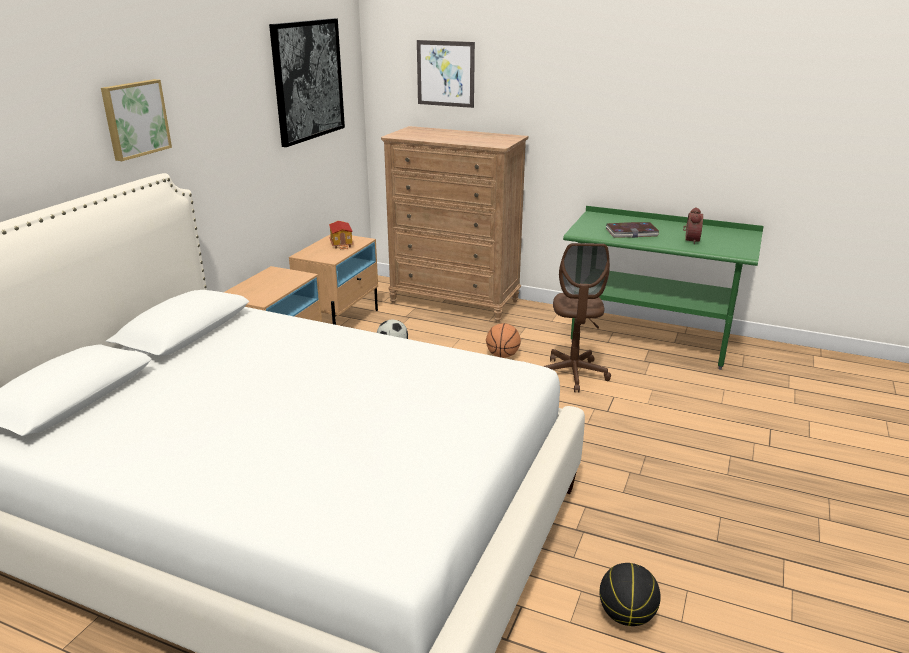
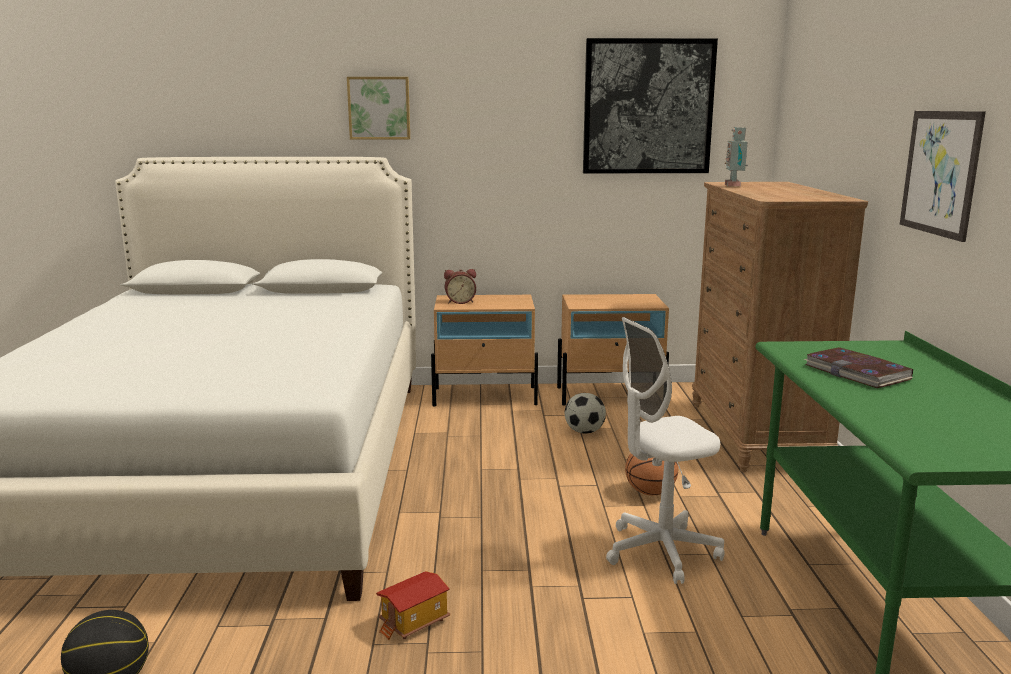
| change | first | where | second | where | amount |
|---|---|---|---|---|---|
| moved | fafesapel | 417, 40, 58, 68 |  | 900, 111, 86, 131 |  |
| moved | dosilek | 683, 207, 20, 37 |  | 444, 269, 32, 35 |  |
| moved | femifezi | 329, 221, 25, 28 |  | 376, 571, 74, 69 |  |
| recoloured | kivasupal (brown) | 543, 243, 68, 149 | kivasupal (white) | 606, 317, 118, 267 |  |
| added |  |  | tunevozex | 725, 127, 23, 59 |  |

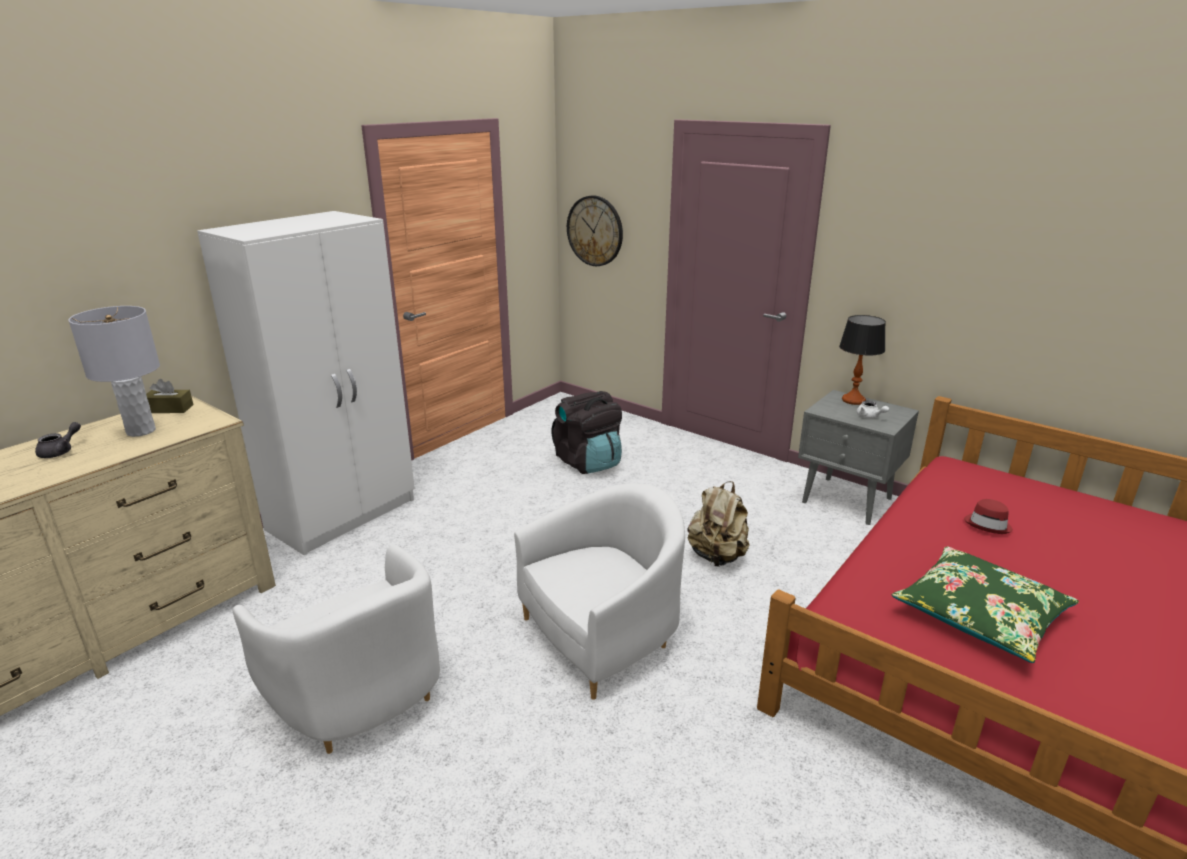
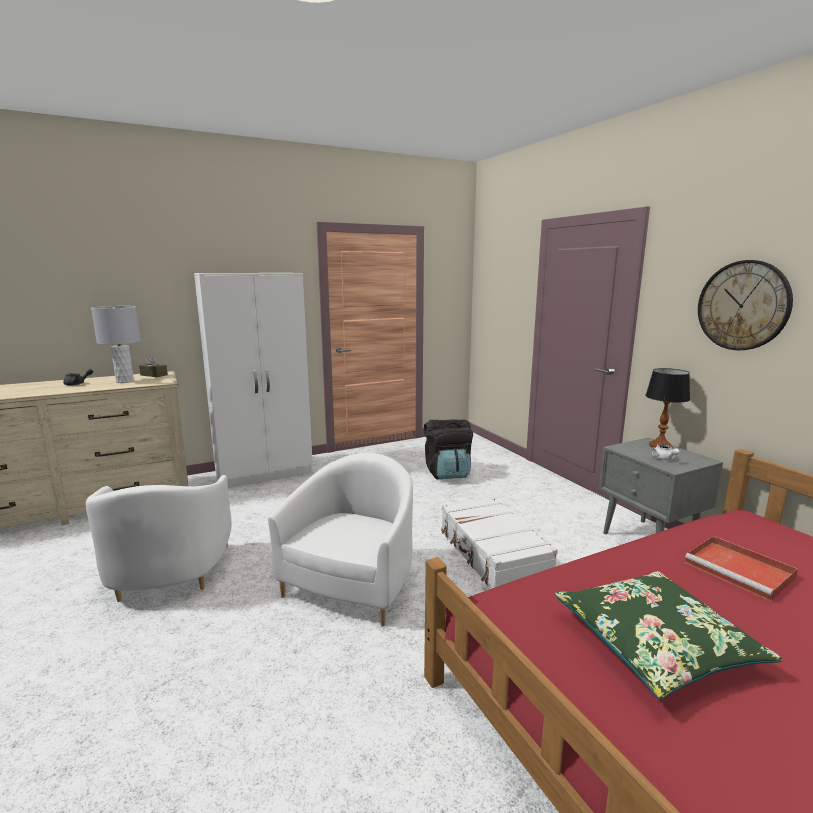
| change | first | where | second | where | amount |
|---|---|---|---|---|---|
| moved | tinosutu | 567, 196, 56, 70 |  | 698, 260, 95, 90 |  |
| replaced | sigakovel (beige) | 687, 481, 63, 86 | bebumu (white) | 441, 497, 117, 92 |  |
| turned | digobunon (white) | 514, 483, 171, 217 |  | 268, 453, 145, 174 | 60 degrees counterclockwise |
| replaced | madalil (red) | 964, 499, 49, 35 | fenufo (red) | 685, 536, 113, 66 |  |

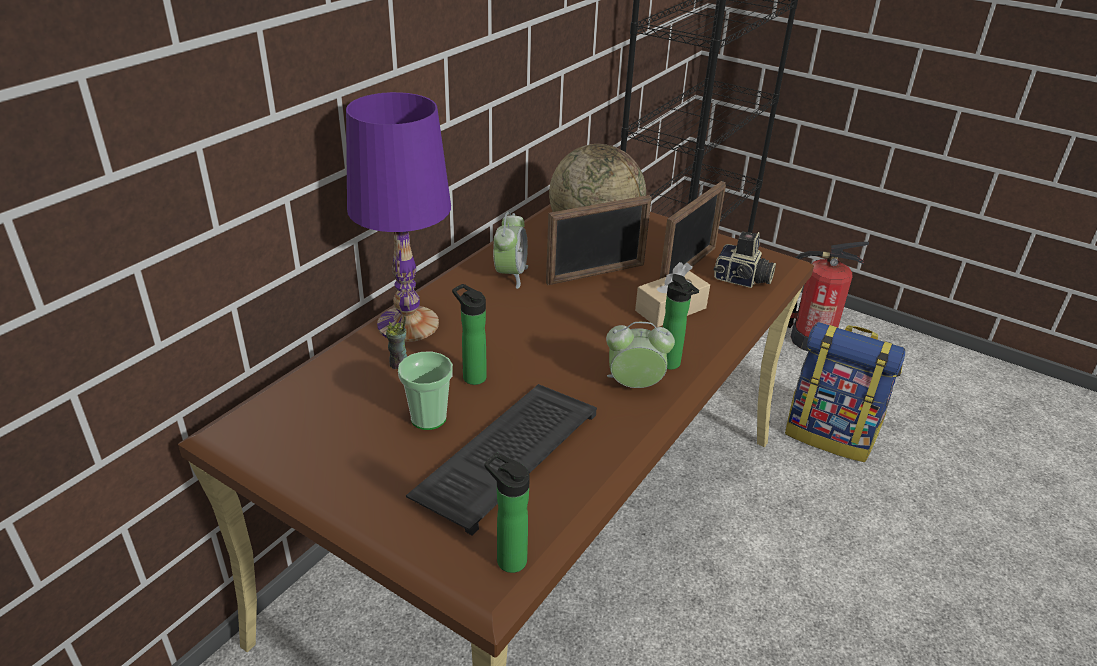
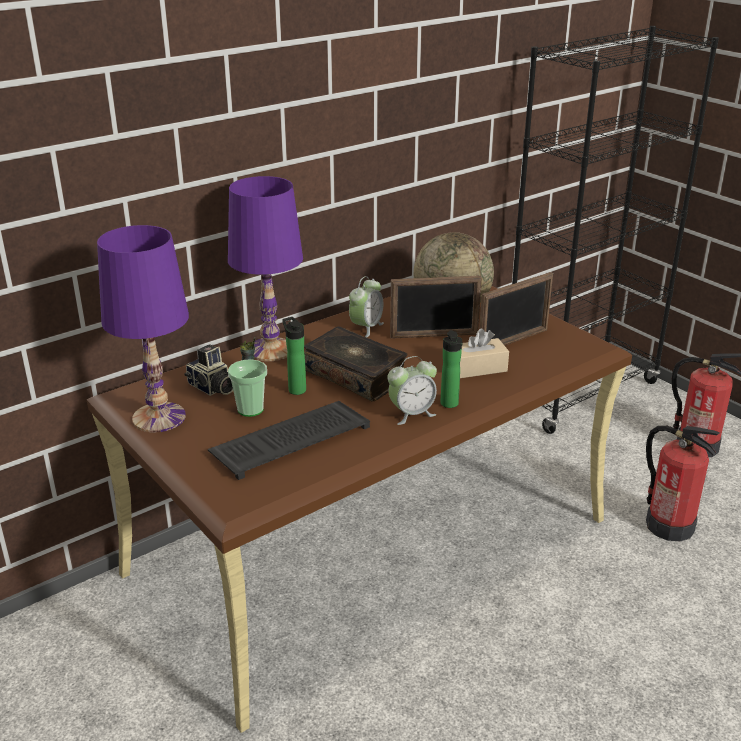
| change | first | where | second | where | amount |
|---|---|---|---|---|---|
| moved | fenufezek | 714, 231, 62, 57 |  | 184, 344, 49, 52 |  |
| turned | dosilek | 606, 322, 69, 66 |  | 387, 356, 50, 69 | 135 degrees clockwise |
| replaced | sigakovel | 785, 322, 120, 140 | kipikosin | 646, 426, 74, 115 |  |
| removed | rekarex | 484, 453, 46, 120 |  |  |  |
| added |  |  | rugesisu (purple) | 97, 225, 92, 207 |  |
| added |  |  | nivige | 304, 326, 103, 76 |  |

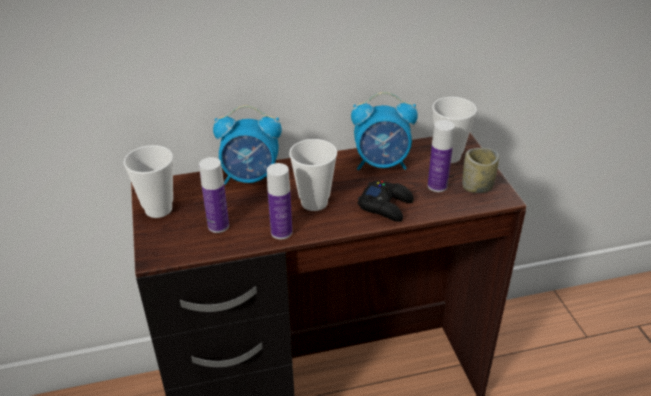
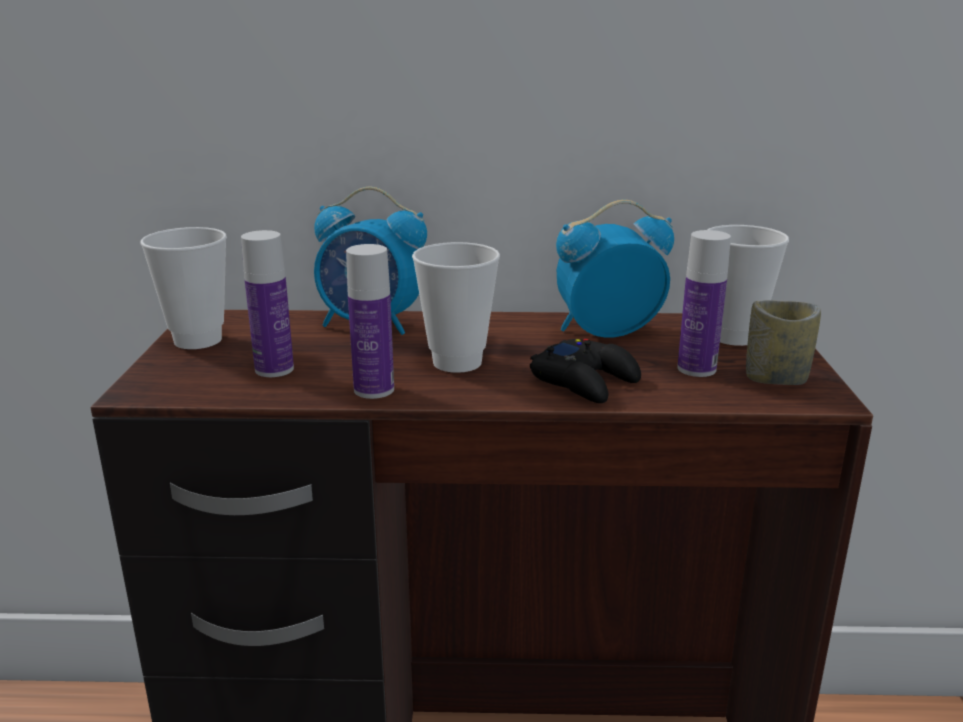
| change | first | where | second | where | amount |
|---|---|---|---|---|---|
| turned | dosilek | 351, 92, 67, 78 |  | 556, 200, 118, 137 | 150 degrees clockwise |

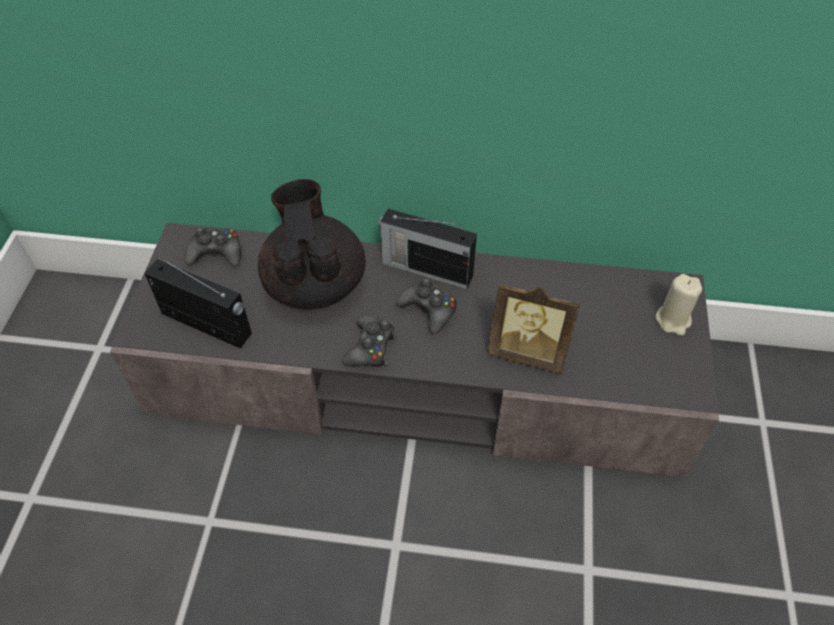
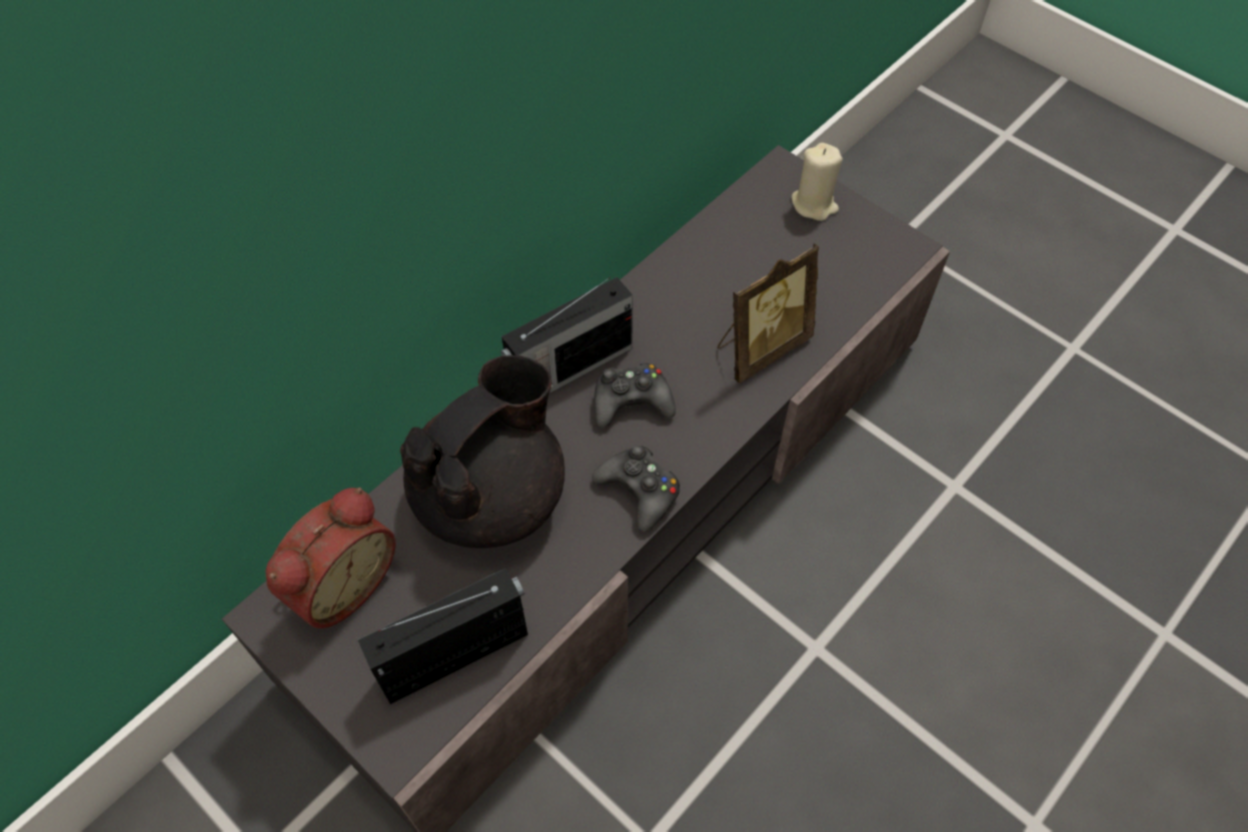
| change | first | where | second | where | amount |
|---|---|---|---|---|---|
| turned | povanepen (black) | 258, 179, 108, 130 |  | 400, 355, 165, 193 | 105 degrees clockwise |
| replaced | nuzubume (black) | 185, 227, 56, 39 | dosilek | 266, 487, 130, 142 |  |

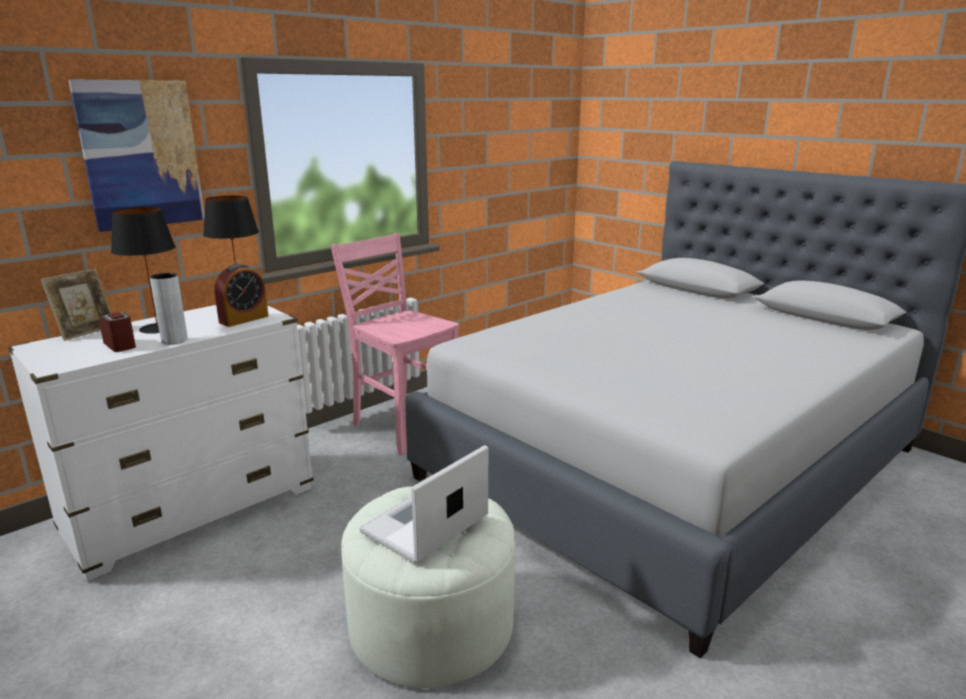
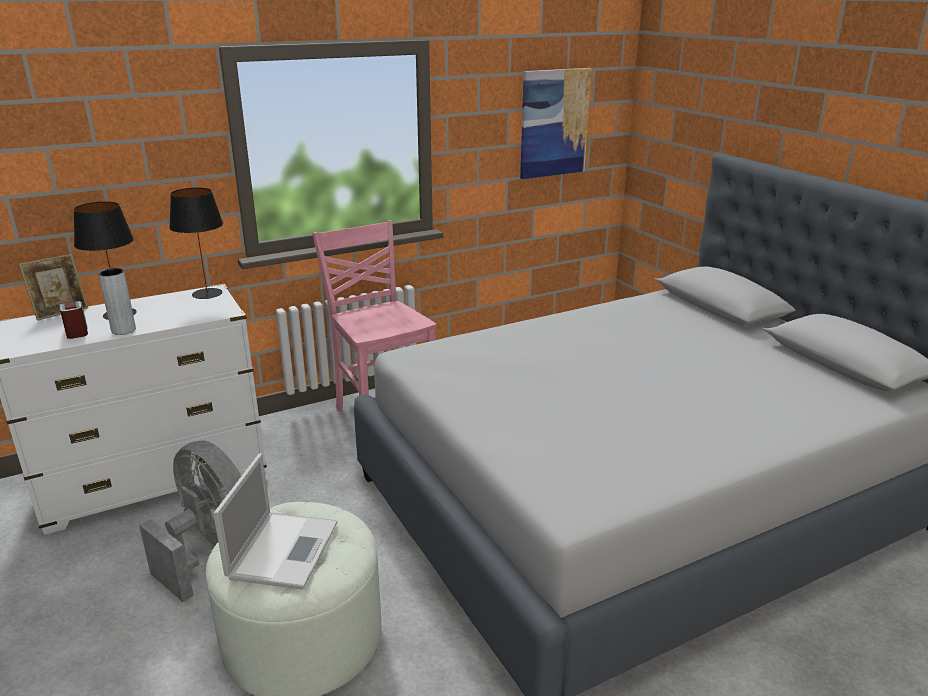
| change | first | where | second | where | amount |
|---|---|---|---|---|---|
| moved | fafesapel | 68, 79, 137, 153 |  | 520, 68, 71, 111 |  |
| removed | dosilek | 214, 264, 54, 63 |  |  |  |
| turned | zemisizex | 359, 445, 129, 119 |  | 213, 454, 125, 136 | 135 degrees clockwise |
| added |  |  | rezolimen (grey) | 139, 440, 102, 162 |  |

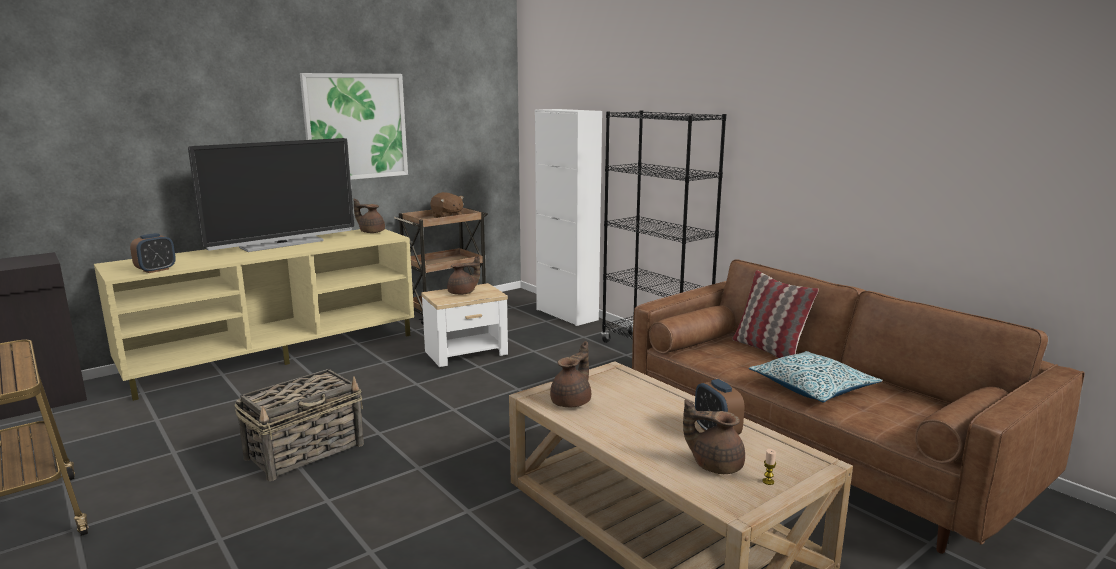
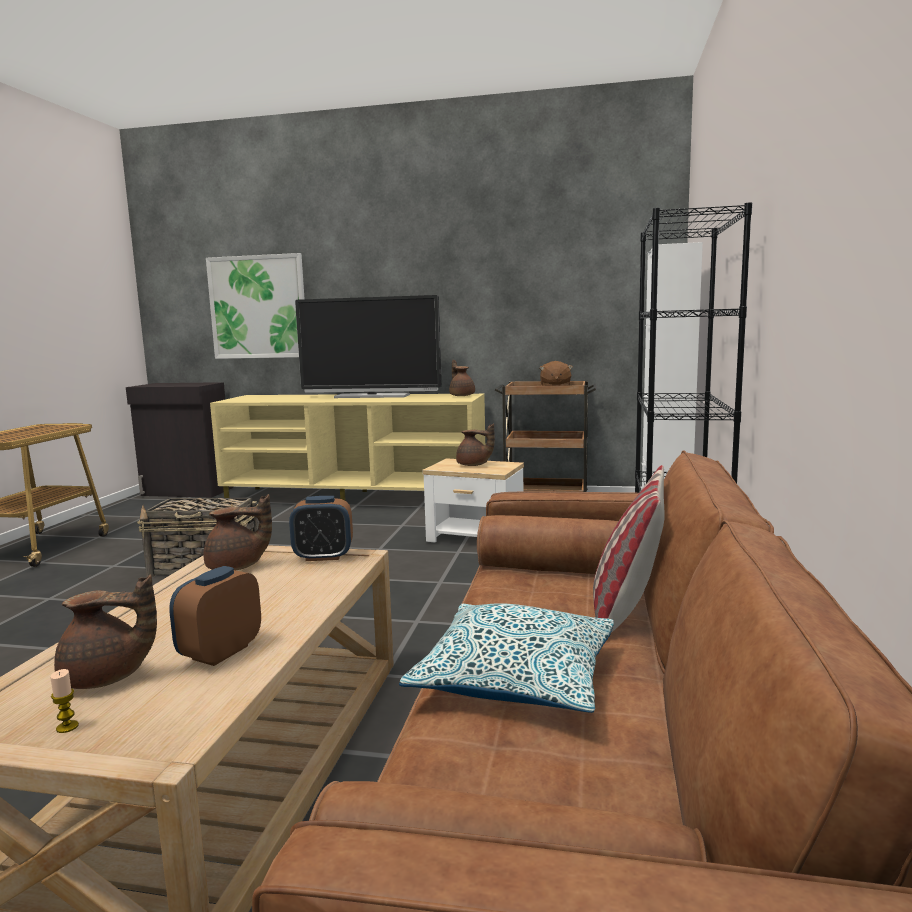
| change | first | where | second | where | amount |
|---|---|---|---|---|---|
| moved | fafesapel | 300, 73, 108, 107 |  | 206, 253, 99, 106 |  |
| moved | dosilek | 130, 233, 46, 40 |  | 289, 496, 64, 65 |  |
| turned | povanepen (brown) | 683, 399, 62, 75 |  | 54, 575, 103, 114 | 105 degrees clockwise |

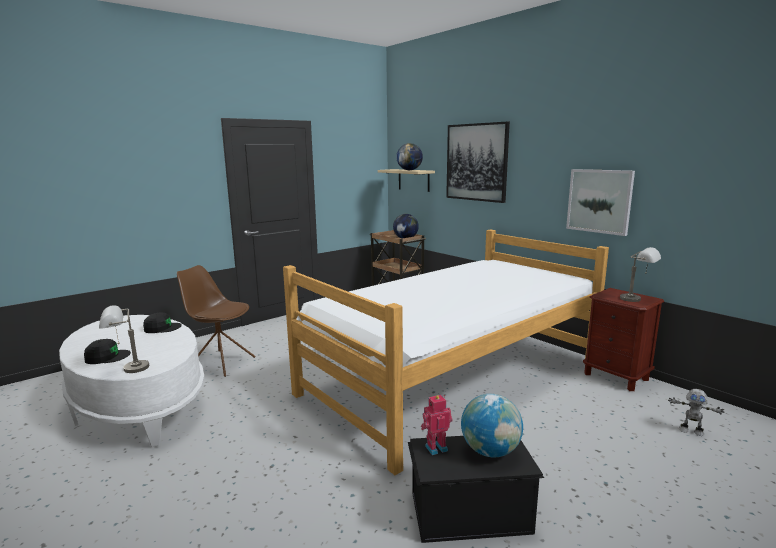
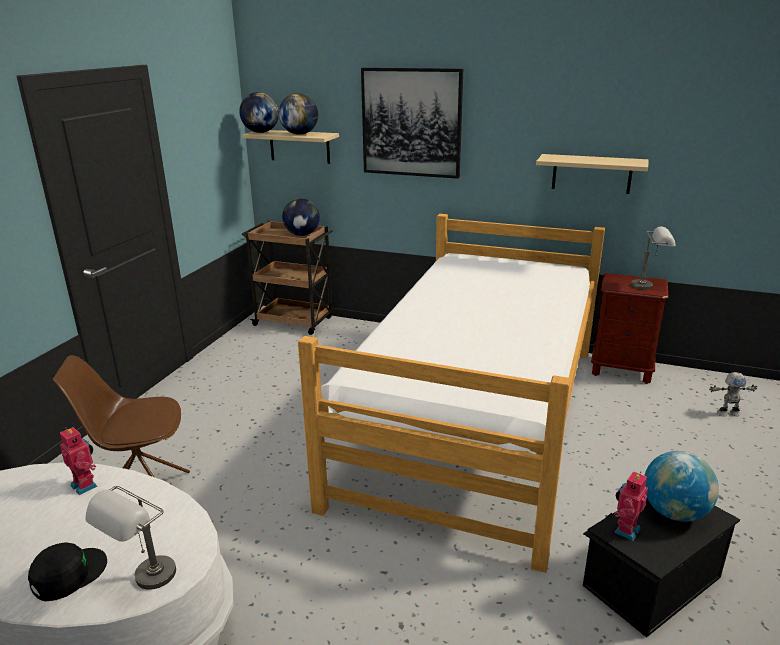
| change | first | where | second | where | amount |
|---|---|---|---|---|---|
| replaced | fafesapel | 566, 169, 69, 67 | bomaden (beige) | 536, 154, 112, 40 |  |
| replaced | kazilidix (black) | 143, 313, 39, 20 | tunevozex | 60, 427, 37, 68 |  |
| added |  |  | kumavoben | 239, 92, 40, 41 |  |

